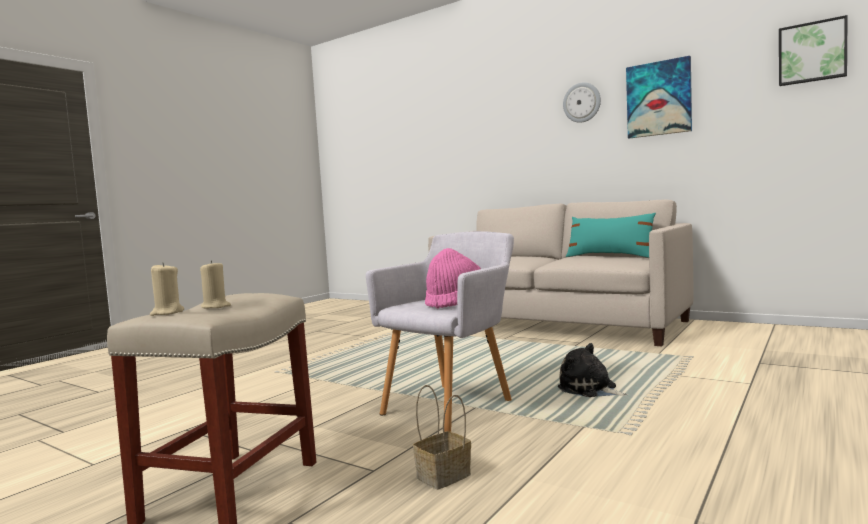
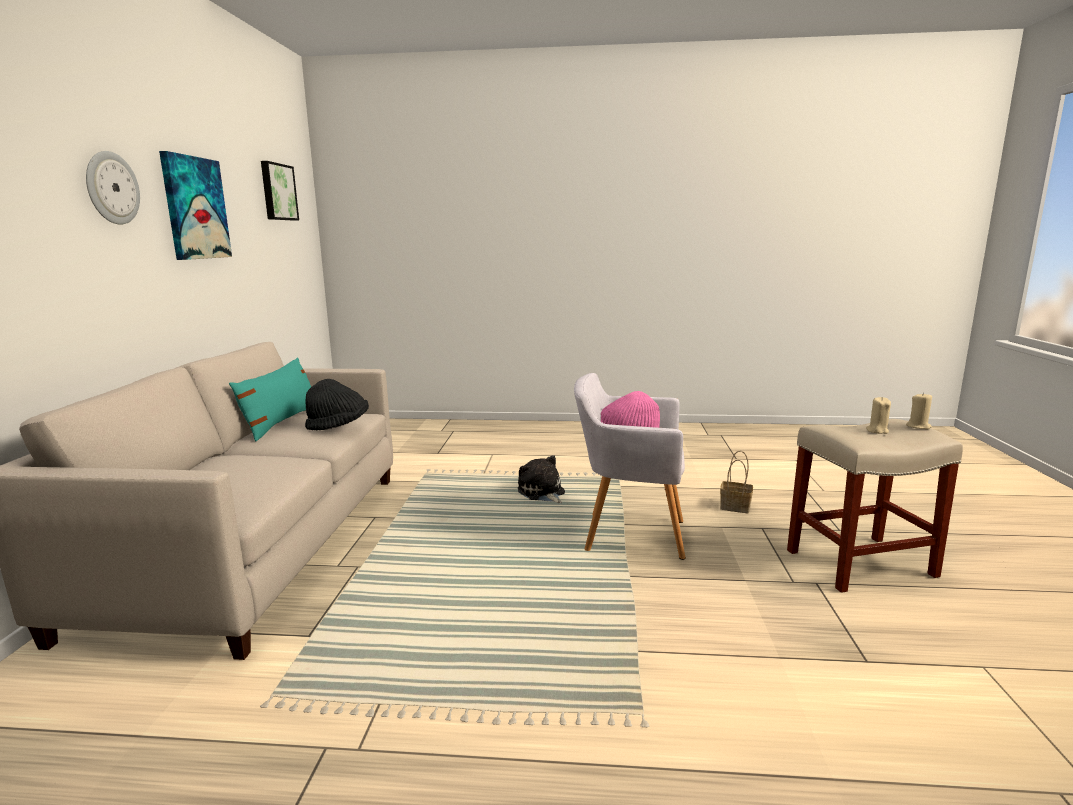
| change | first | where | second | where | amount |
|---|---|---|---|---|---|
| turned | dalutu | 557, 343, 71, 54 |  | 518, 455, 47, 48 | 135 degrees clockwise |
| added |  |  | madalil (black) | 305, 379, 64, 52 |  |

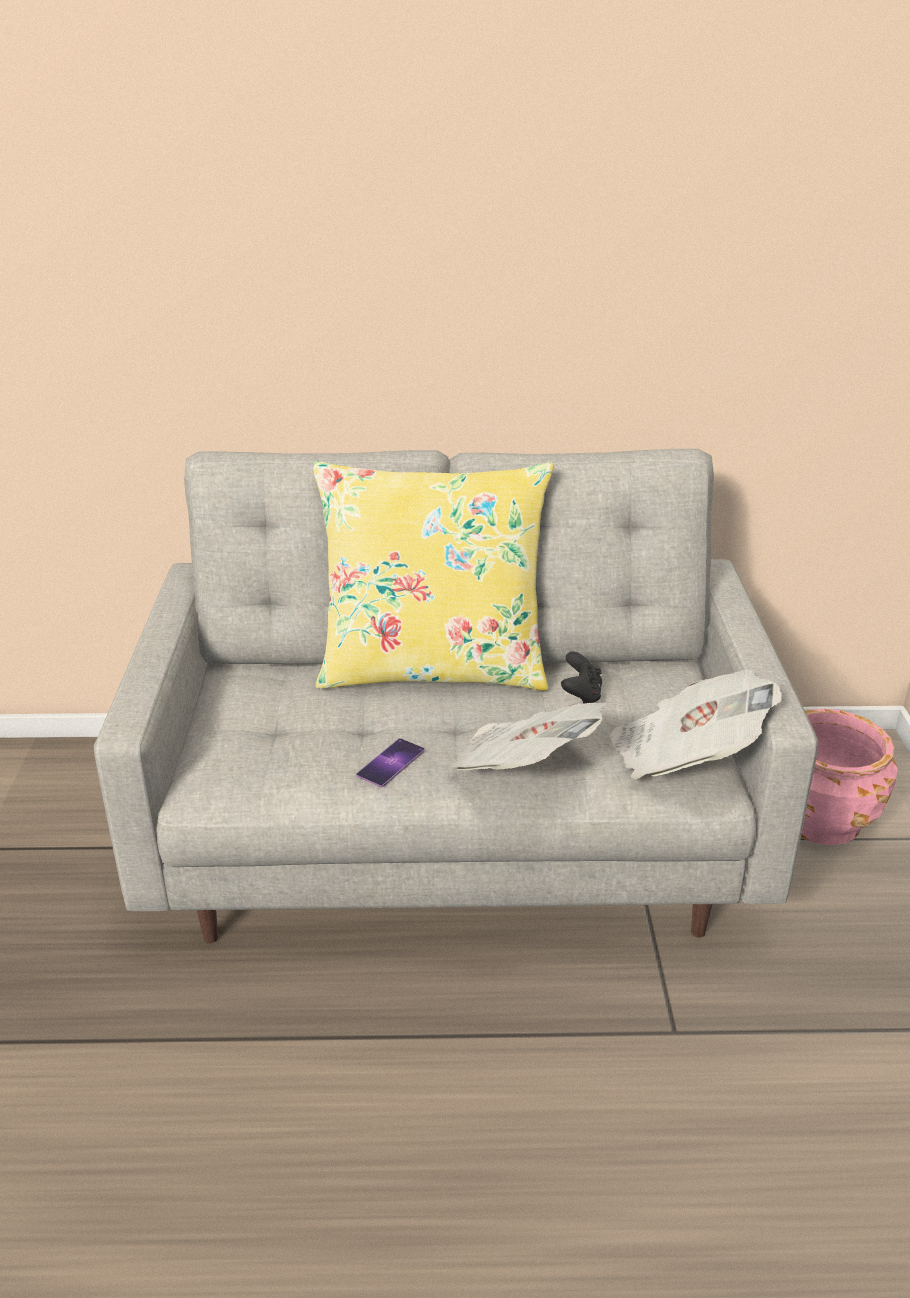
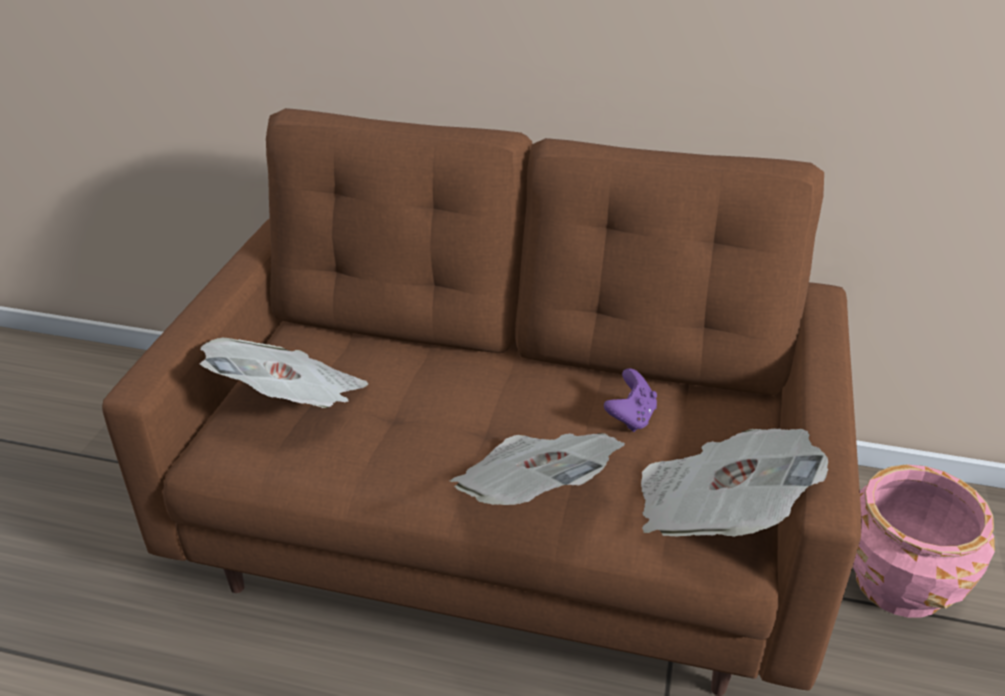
| change | first | where | second | where | amount |
|---|---|---|---|---|---|
| recoloured | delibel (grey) | 94, 449, 724, 495 | delibel (brown) | 102, 108, 760, 588 |  |
| removed | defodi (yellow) | 313, 461, 241, 230 |  |  |  |
| recoloured | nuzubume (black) | 561, 651, 41, 53 | nuzubume (purple) | 604, 368, 53, 64 |  |
| removed | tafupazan | 356, 738, 68, 50 |  |  |  |
| added |  |  | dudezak | 199, 337, 169, 71 |  |

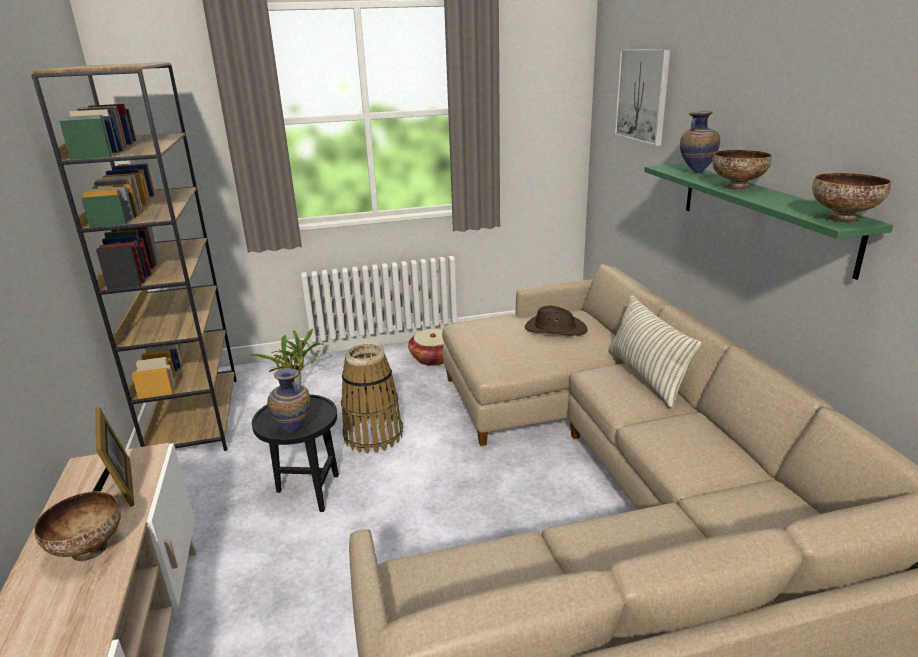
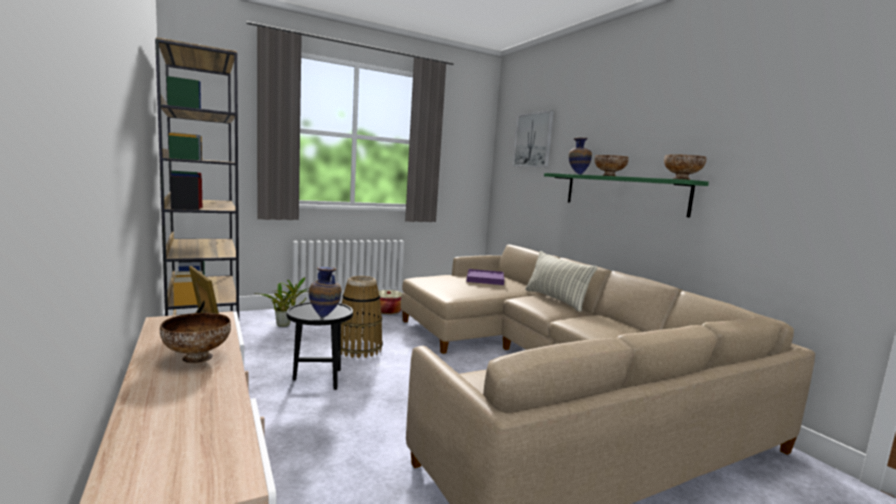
| change | first | where | second | where | amount |
|---|---|---|---|---|---|
| replaced | madalil (brown) | 525, 306, 63, 30 | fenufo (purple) | 467, 269, 37, 16 |  |

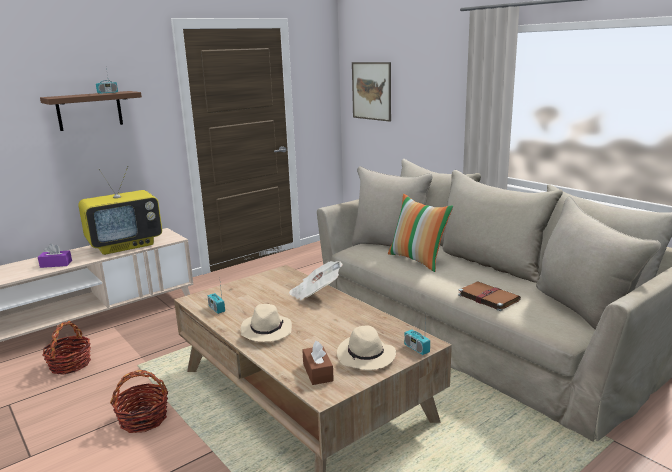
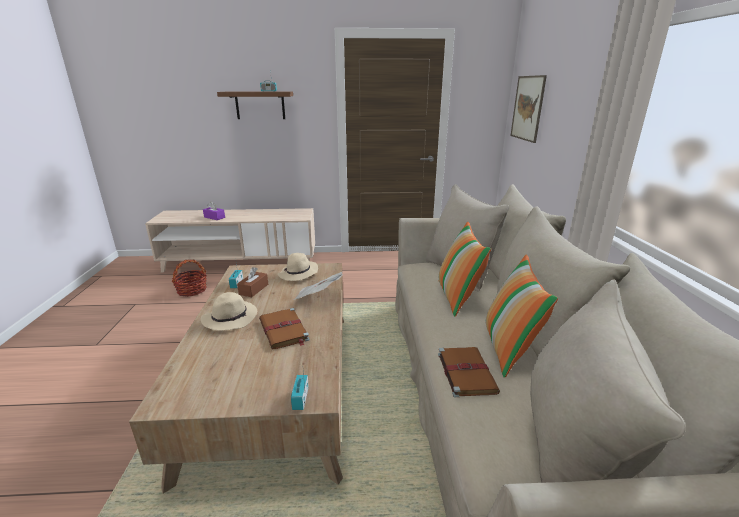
| change | first | where | second | where | amount |
|---|---|---|---|---|---|
| removed | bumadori | 78, 166, 84, 89 |  |  |  |
| moved | madalil (beige) | 337, 325, 59, 45 |  | 277, 253, 41, 28 |  |
| moved | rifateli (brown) | 302, 341, 32, 44 |  | 237, 267, 31, 30 |  |
| removed | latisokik | 110, 370, 58, 63 |  |  |  |
| added |  |  | defodi | 485, 255, 73, 123 |  |
| added |  |  | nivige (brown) | 259, 308, 51, 41 |  |

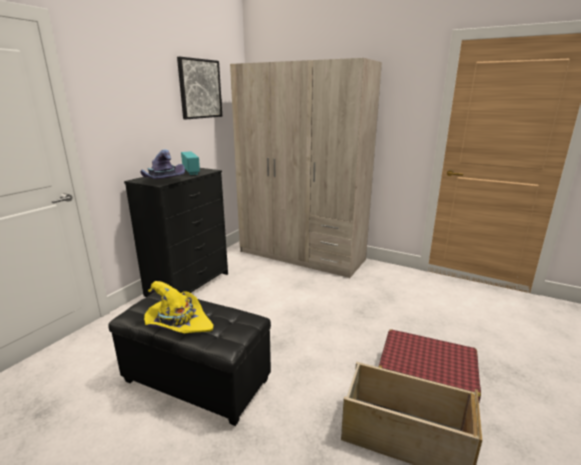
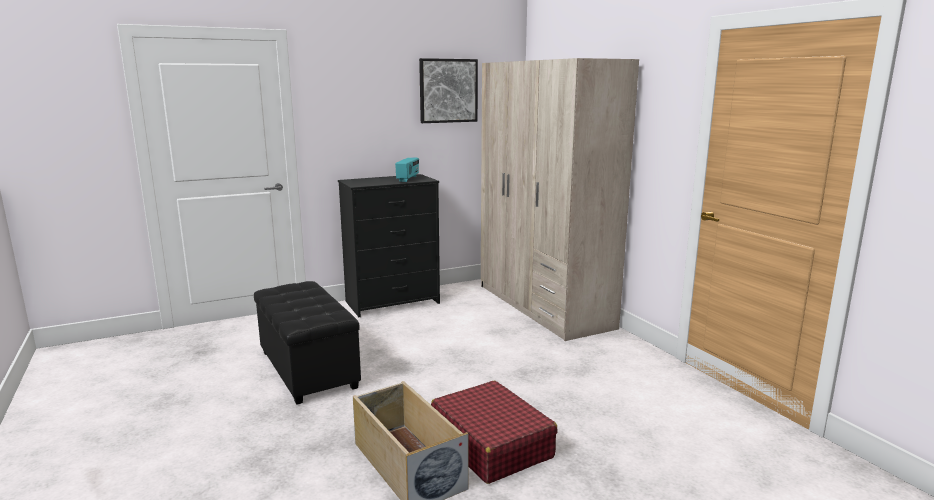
| change | first | where | second | where | amount |
|---|---|---|---|---|---|
| removed | madalil (purple) | 140, 149, 45, 30 |  |  |  |
| removed | madalil (yellow) | 144, 281, 69, 52 |  |  |  |

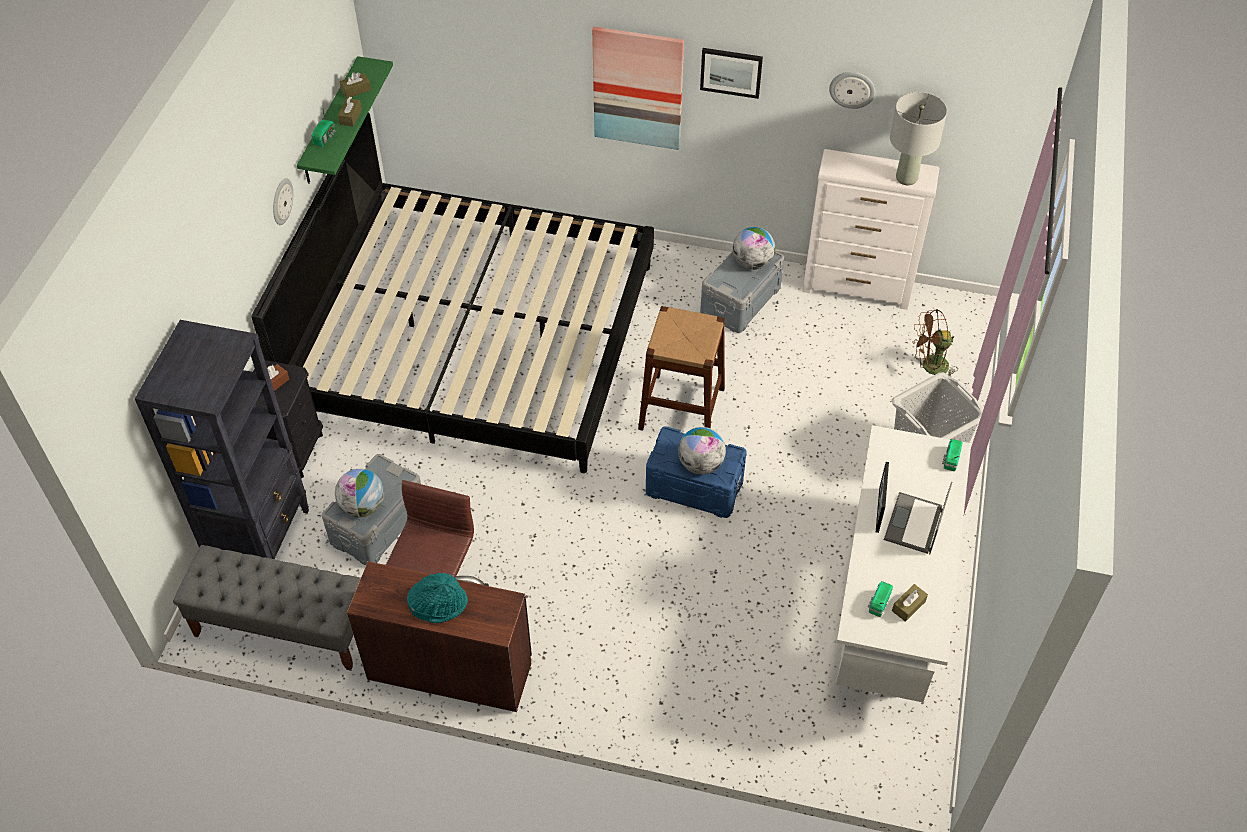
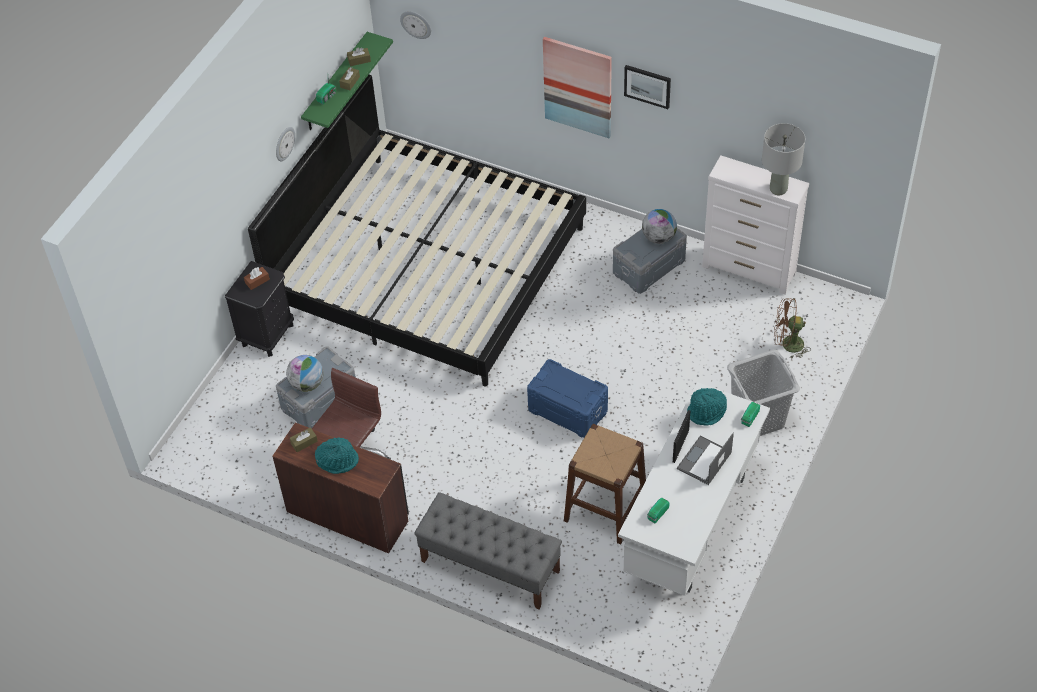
| change | first | where | second | where | amount |
|---|---|---|---|---|---|
| moved | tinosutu | 829, 72, 46, 37 |  | 400, 11, 31, 28 |  |
| moved | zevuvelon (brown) | 638, 306, 87, 125 |  | 564, 424, 82, 121 |  |
| removed | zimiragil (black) | 135, 320, 174, 239 |  |  |  |
| removed | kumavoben | 678, 427, 48, 48 |  |  |  |
| moved | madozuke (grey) | 173, 545, 188, 126 |  | 414, 492, 148, 117 |  |
| moved | rifateli (brown) | 892, 584, 36, 38 |  | 290, 427, 28, 25 |  |
| added |  |  | madalil (turquoise) | 687, 388, 40, 38 |  |

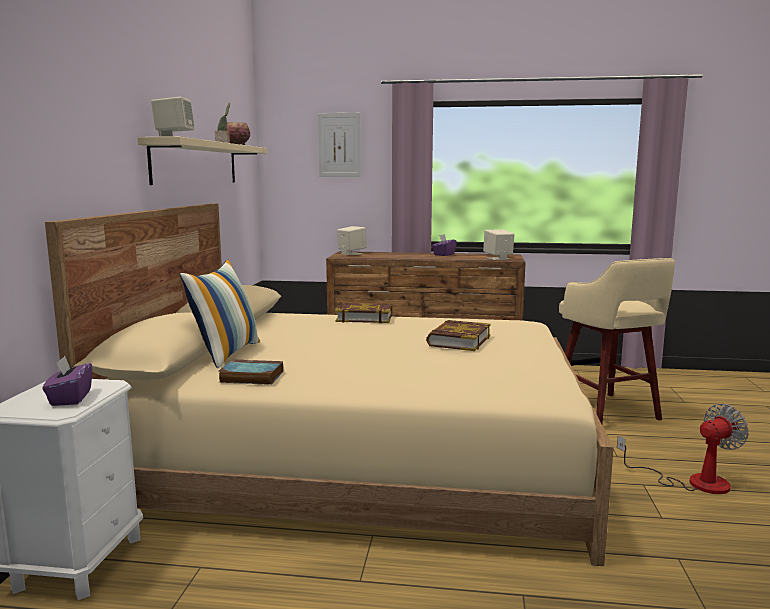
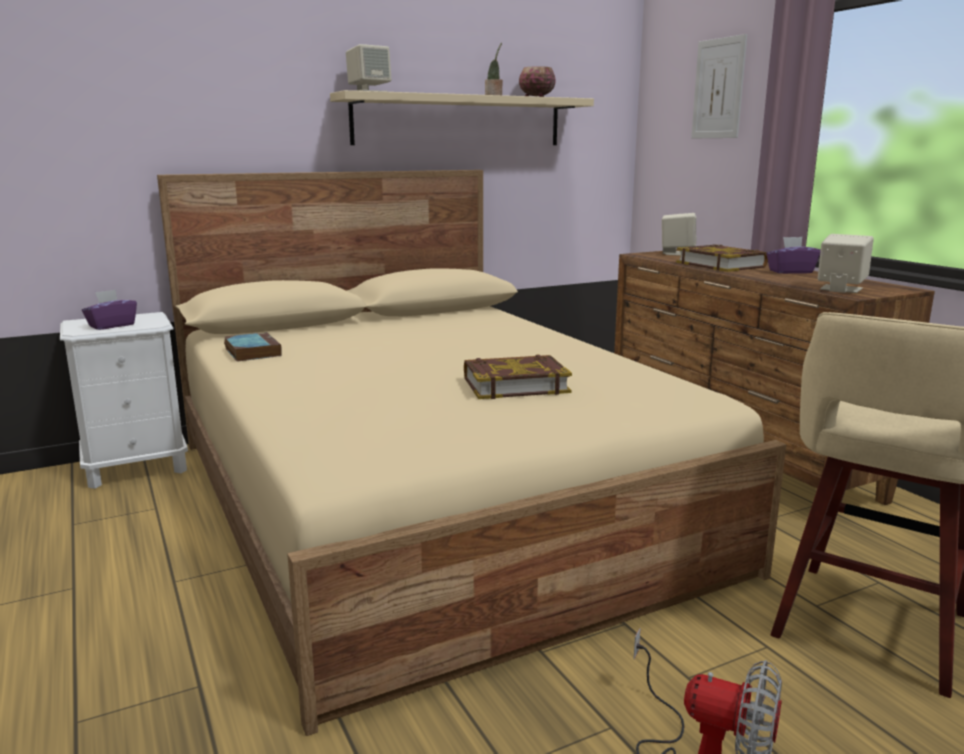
| change | first | where | second | where | amount |
|---|---|---|---|---|---|
| removed | defodi | 180, 259, 80, 109 |  |  |  |
| moved | nivige | 335, 302, 58, 21 |  | 676, 244, 92, 28 |  |

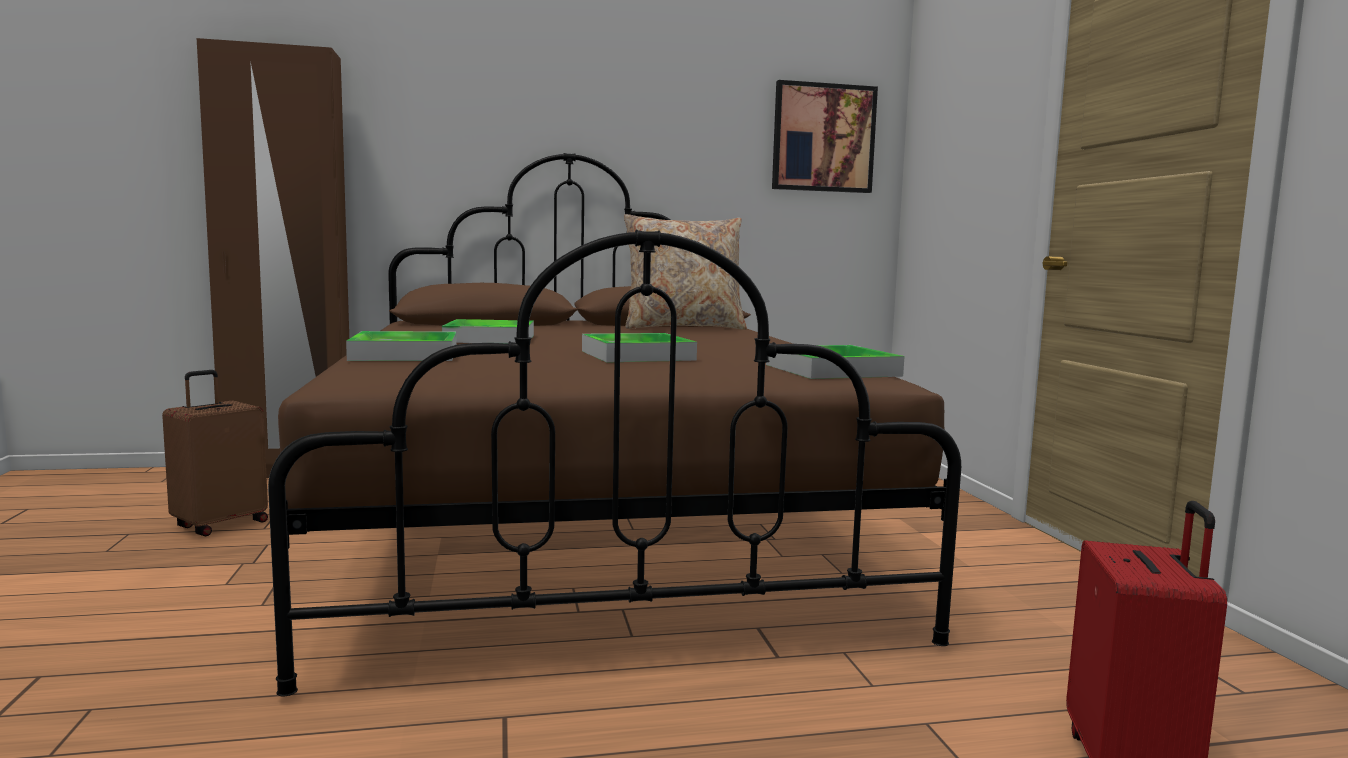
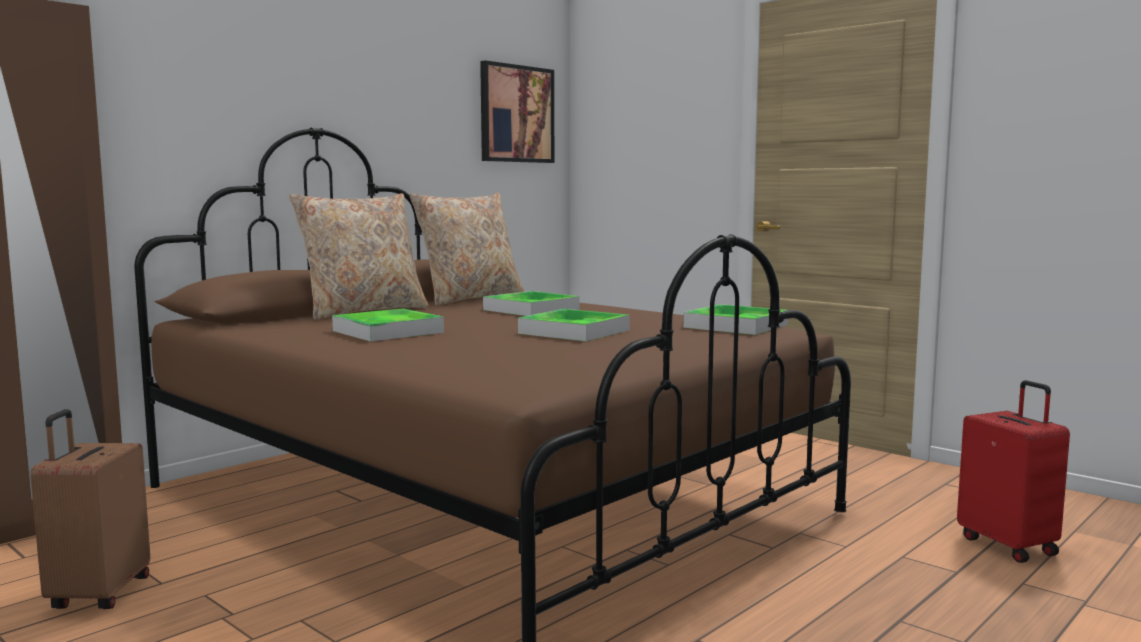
| change | first | where | second | where | amount |
|---|---|---|---|---|---|
| moved | fenufo | 346, 331, 111, 30 |  | 483, 291, 96, 25 |  |
| added |  |  | defodi (beige) | 289, 193, 140, 127 |  |

